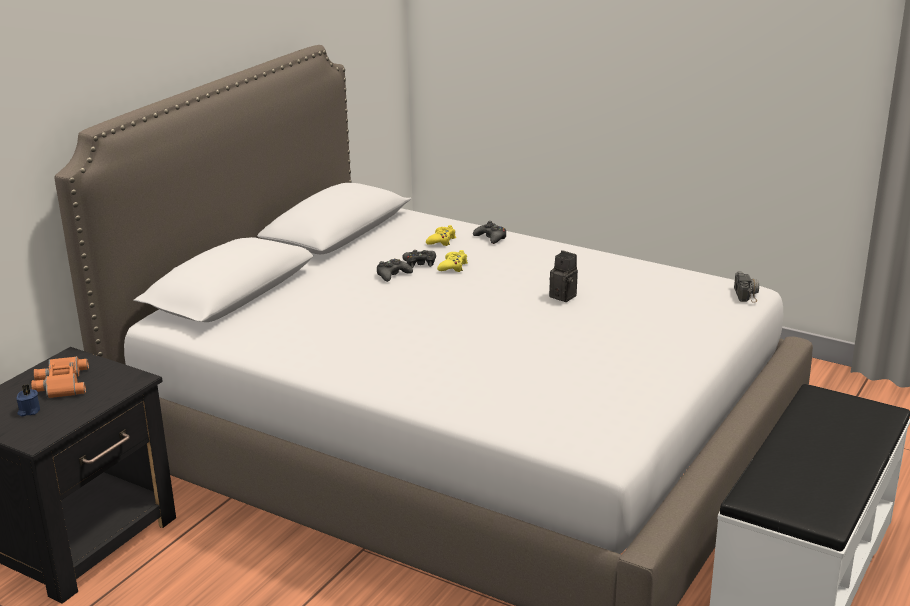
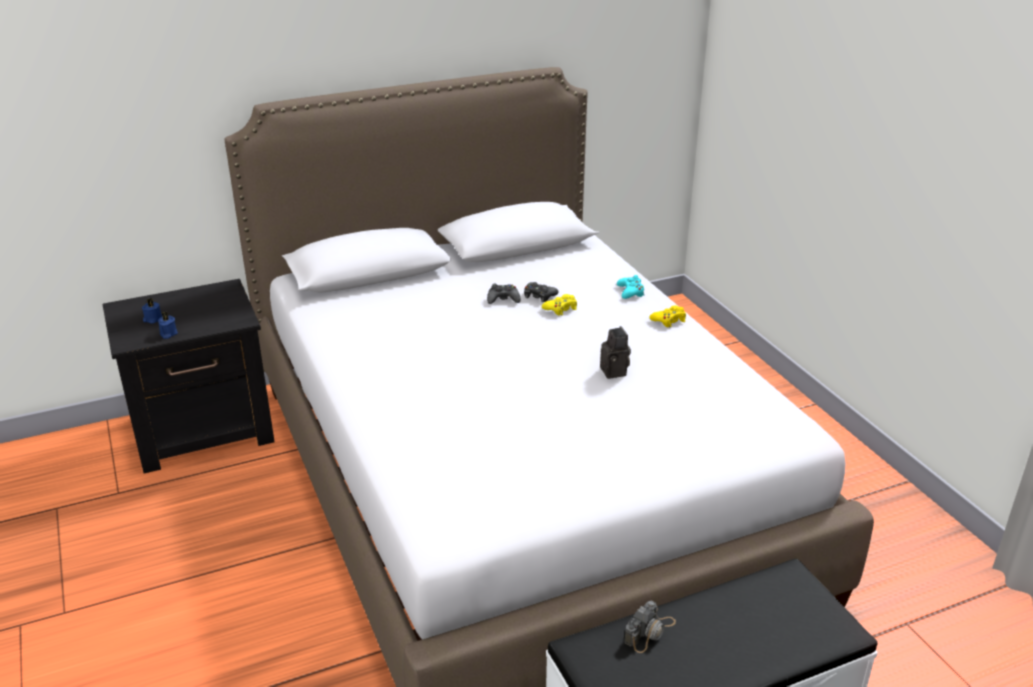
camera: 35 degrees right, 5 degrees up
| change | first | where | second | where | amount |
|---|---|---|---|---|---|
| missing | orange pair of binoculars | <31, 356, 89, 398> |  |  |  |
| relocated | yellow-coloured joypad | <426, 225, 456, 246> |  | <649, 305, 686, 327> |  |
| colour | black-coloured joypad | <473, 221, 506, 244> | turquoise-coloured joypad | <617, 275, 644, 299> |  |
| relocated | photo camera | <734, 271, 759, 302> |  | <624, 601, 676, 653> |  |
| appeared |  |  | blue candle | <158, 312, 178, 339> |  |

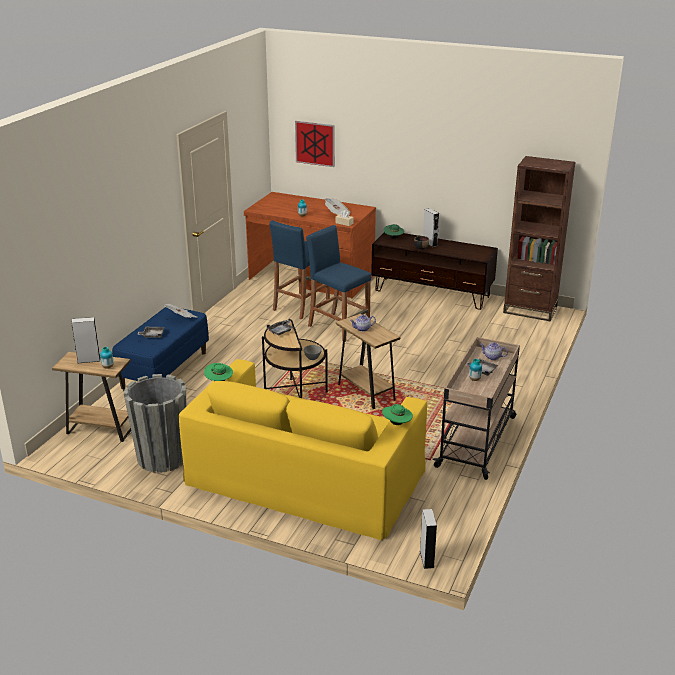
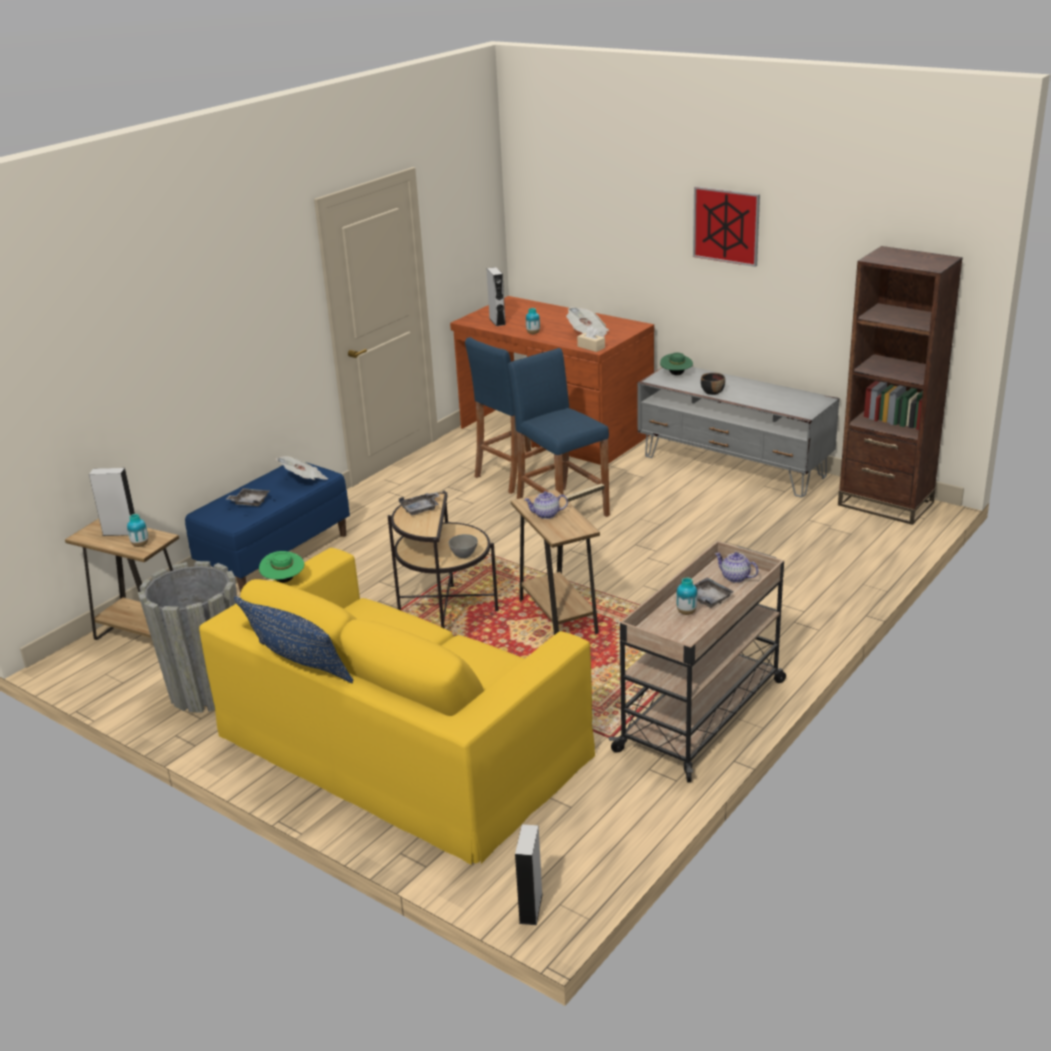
camera: 15 degrees right, 0 degrees up
| change | first | where | second | where | amount |
|---|---|---|---|---|---|
| relocated | wall picture | <295, 121, 335, 167> |  | <693, 186, 760, 267> |  |
| colour | brown-coloured tv stand | <371, 233, 498, 310> | gray tv stand | <637, 367, 839, 498> |  |
| missing | green wearable hat | <382, 404, 413, 425> |  |  |  |
| relocated | gray speaker | <423, 208, 439, 247> |  | <486, 267, 506, 326> |  |
| appeared |  |  | blue pillow | <234, 596, 354, 683> |  |

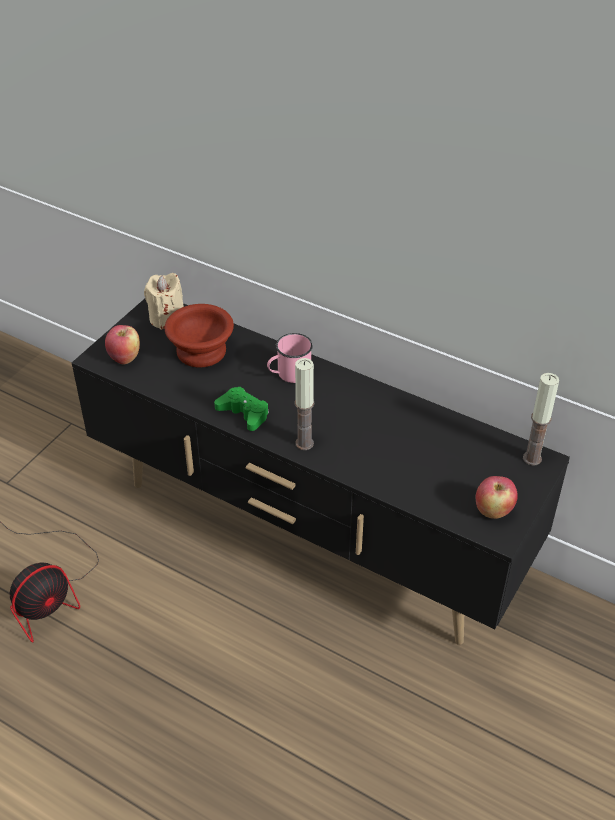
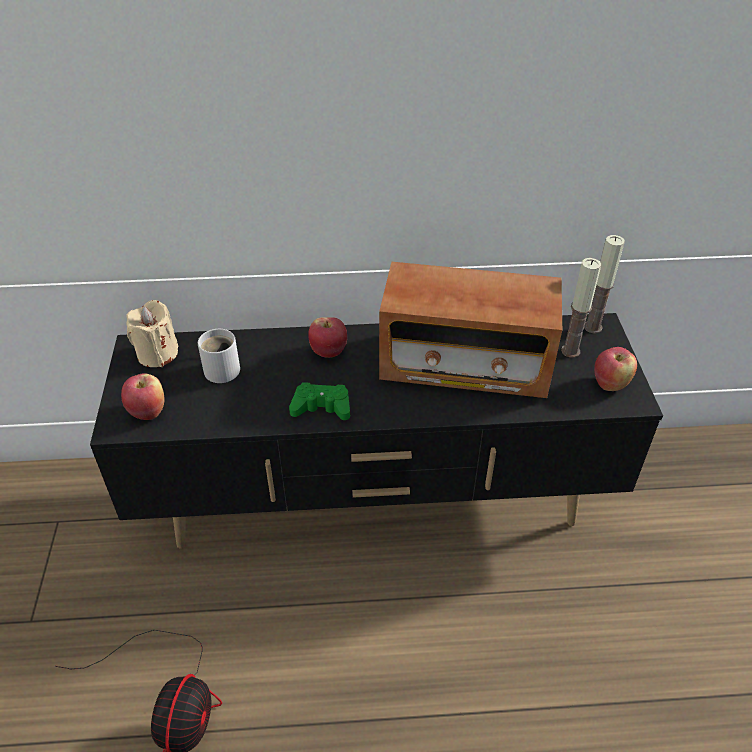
camera: 35 degrees left, 0 degrees up
| change | first | where | second | where | amount |
|---|---|---|---|---|---|
| exchanged | brown-coloured deep dish | <165, 304, 234, 367> | white-coloured mug | <198, 329, 240, 383> |  |
| exchanged | pink mug | <267, 333, 313, 383> | whole apple | <308, 317, 347, 358> |  |
| relocated | candle | <295, 358, 314, 450> |  | <561, 258, 601, 358> |  |
| appeared |  |  | radio set | <379, 262, 562, 398> |  |

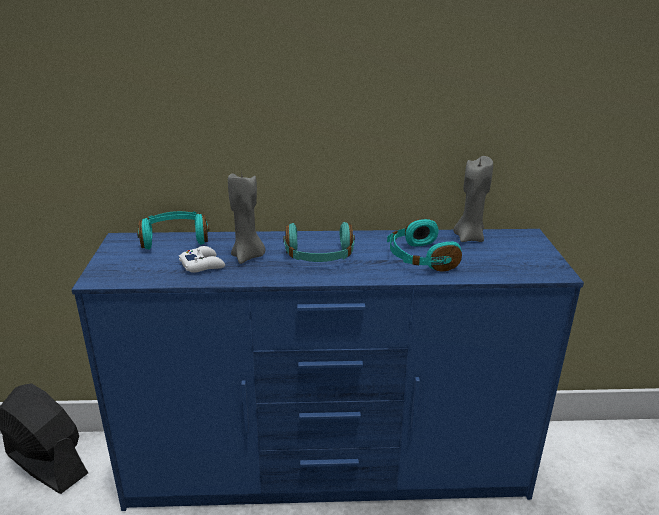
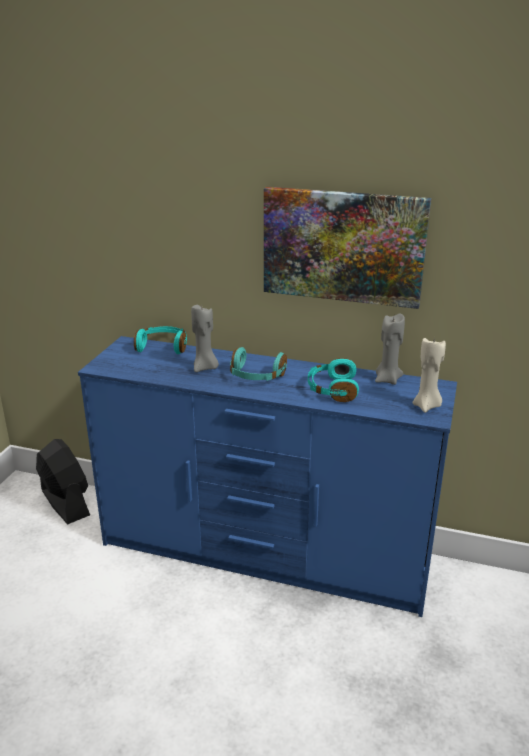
camera: 20 degrees right, 0 degrees up
| change | first | where | second | where | amount |
|---|---|---|---|---|---|
| missing | white-coloured joypad | <179, 246, 225, 273> |  |  |  |
| appeared |  |  | wall picture | <264, 187, 431, 309> |  |
| appeared |  |  | beige candle | <413, 337, 446, 413> |  |

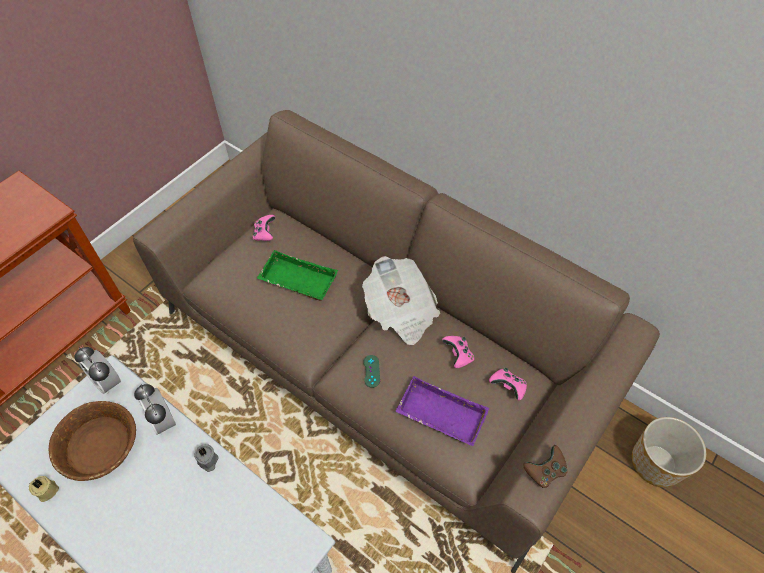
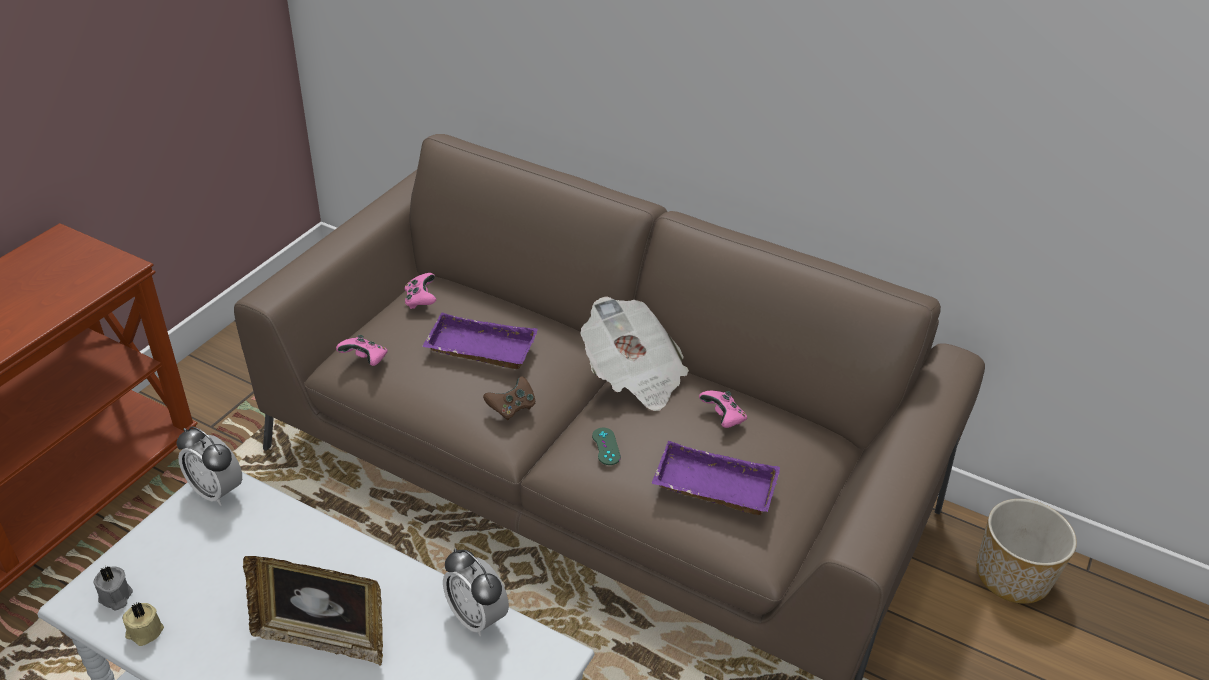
camera: 10 degrees left, 15 degrees down
| change | first | where | second | where | amount |
|---|---|---|---|---|---|
| missing | brown-coloured deep dish | <49, 401, 136, 481> |  |  |  |
| relocated | table clock | <134, 384, 176, 435> |  | <443, 548, 509, 636> |  |
| relocated | gray candle | <194, 444, 219, 472> |  | <93, 566, 133, 610> |  |
| colour | green carrying tray | <257, 250, 338, 301> | purple-coloured carrying tray | <422, 313, 538, 369> |  |
| relocated | pink joypad | <489, 368, 527, 400> |  | <336, 335, 388, 366> |  |
| relocated | brown-coloured joypad | <523, 445, 567, 488> |  | <483, 376, 535, 420> |  |
| appeared |  |  | photo frame | <243, 556, 383, 666> |  |

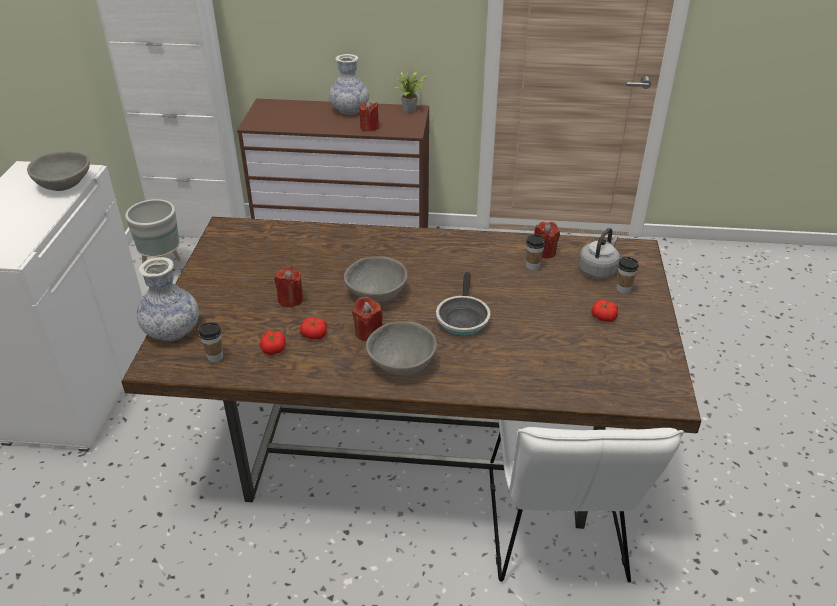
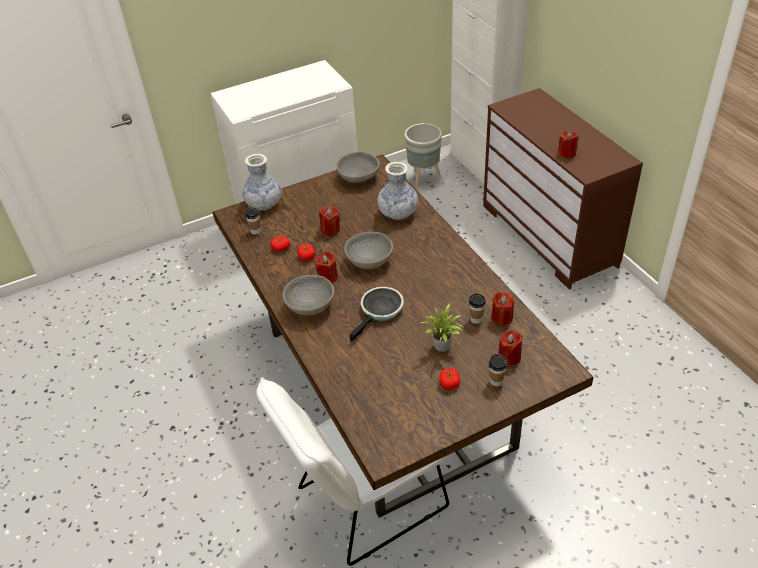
camera: 60 degrees right, 5 degrees up
| change | first | where | second | where | amount |
|---|---|---|---|---|---|
| relocated | gray deep dish | <27, 151, 90, 191> |  | <336, 152, 380, 183> |  |
| relocated | vase | <329, 54, 369, 115> |  | <377, 162, 418, 220> |  |
| relocated | potted plant | <395, 71, 428, 113> |  | <419, 303, 465, 352> |  |
| spun | frying pan | <436, 272, 490, 336> |  | <350, 287, 404, 342> | 150 degrees clockwise |
| exchanged | gray kettle | <579, 228, 620, 278> | red candle | <498, 330, 523, 365> |  |

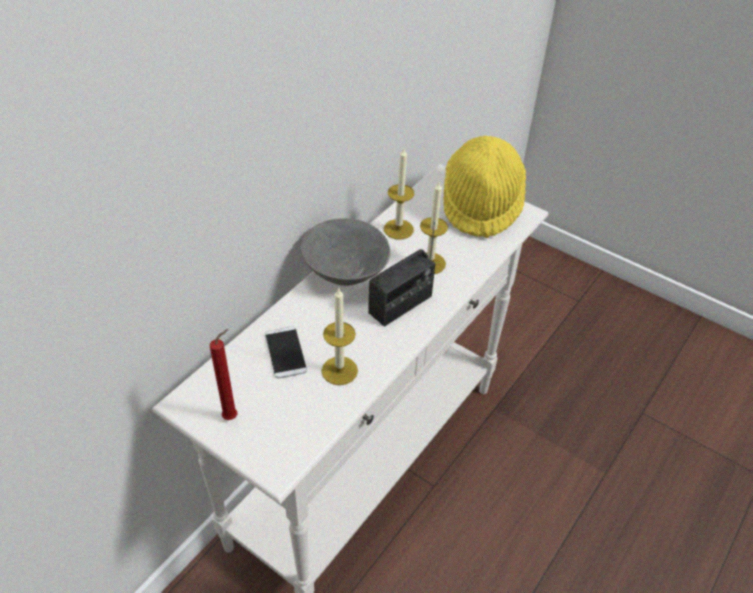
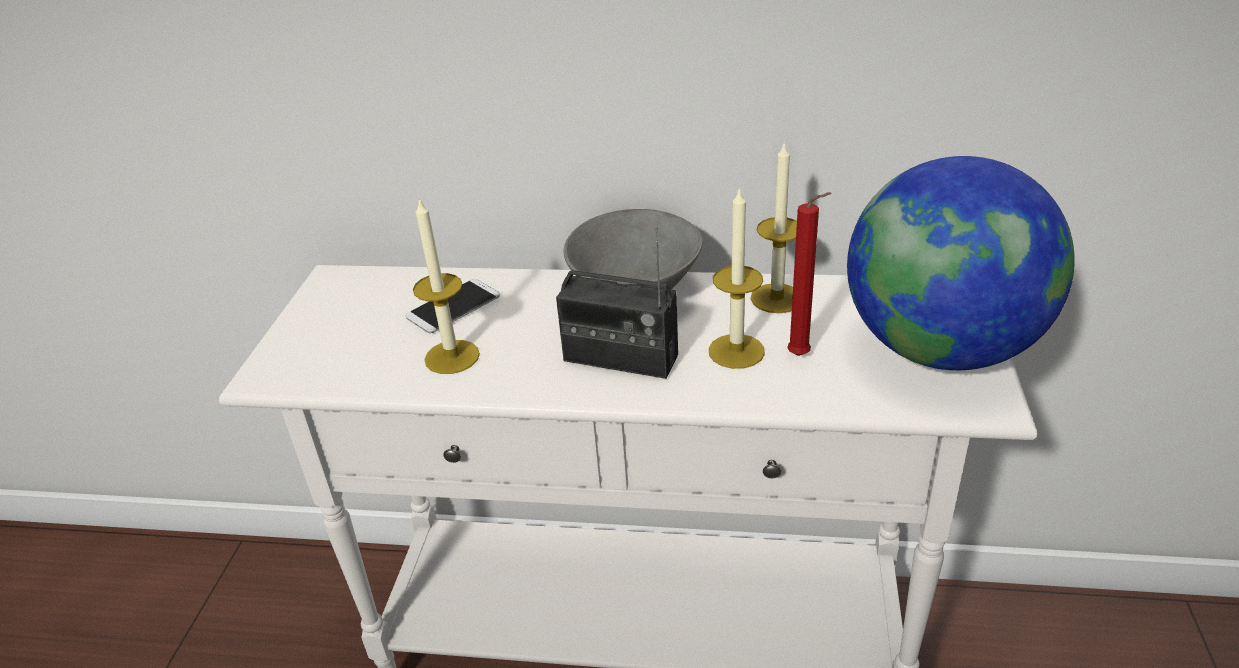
camera: 65 degrees right, 10 degrees down
| change | first | where | second | where | amount |
|---|---|---|---|---|---|
| relocated | red candle | <209, 329, 237, 420> |  | <787, 192, 831, 356> |  |
| exchanged | yellow-coloured wearable hat | <443, 136, 526, 238> | desk globe | <847, 156, 1075, 370> |  |

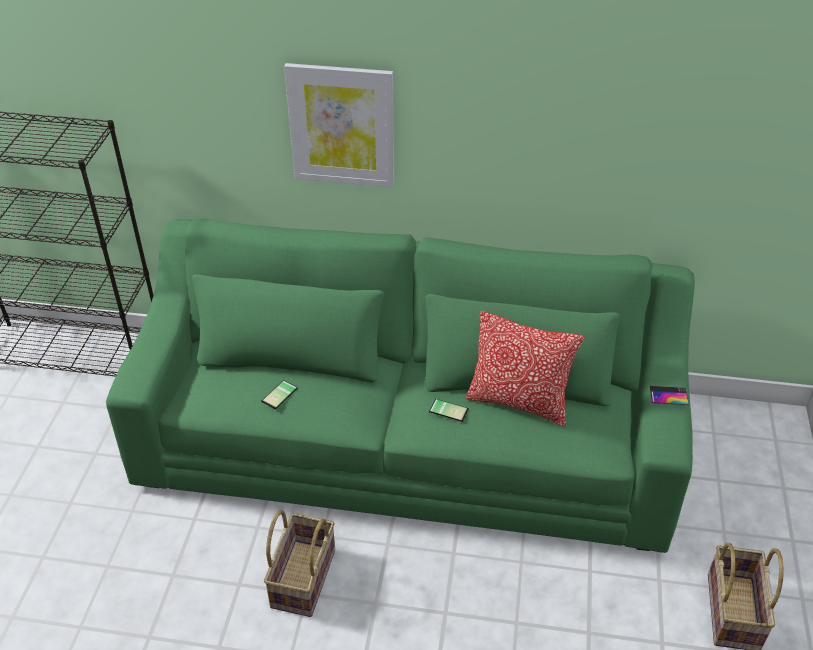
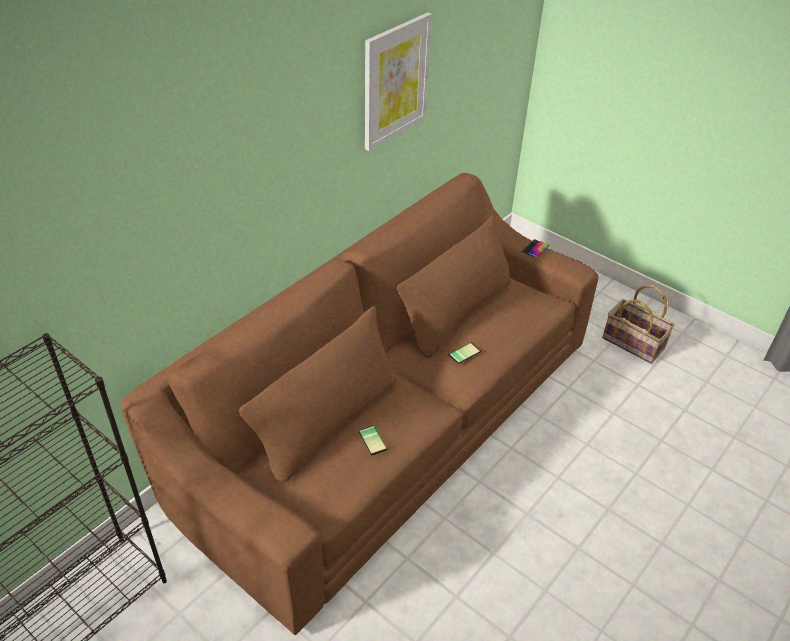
camera: 60 degrees left, 0 degrees up
| change | first | where | second | where | amount |
|---|---|---|---|---|---|
| colour | green couch | <106, 219, 695, 553> | brown-coloured couch | <121, 173, 598, 635> |  |
| missing | basket | <264, 510, 335, 617> |  |  |  |
| relocated | wall picture | <284, 63, 394, 187> |  | <365, 12, 432, 151> |  |
| missing | pillow | <466, 311, 585, 427> |  |  |  |

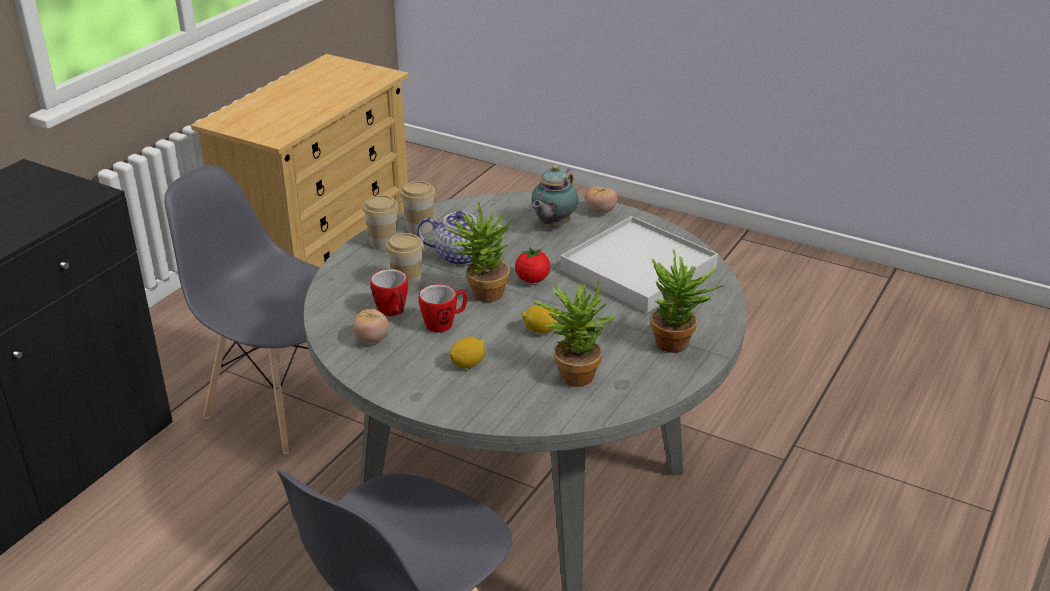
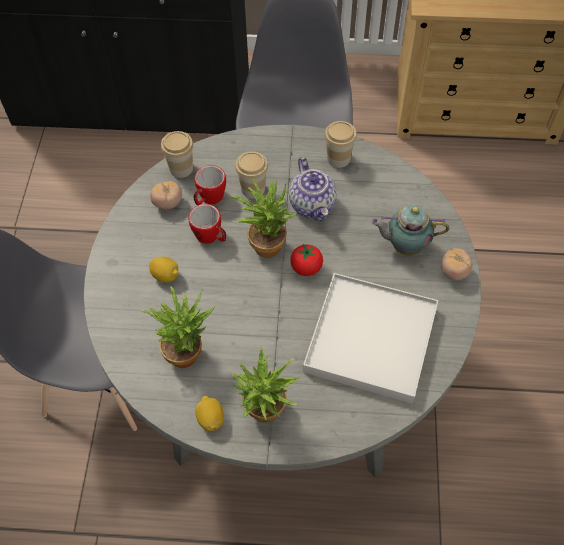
camera: 65 degrees right, 25 degrees up
| change | first | where | second | where | amount |
|---|---|---|---|---|---|
| relocated | cup | <363, 195, 399, 250> |  | <161, 131, 193, 178> |  |
| relocated | whole lemon | <522, 305, 558, 333> |  | <195, 396, 224, 431> |  |

